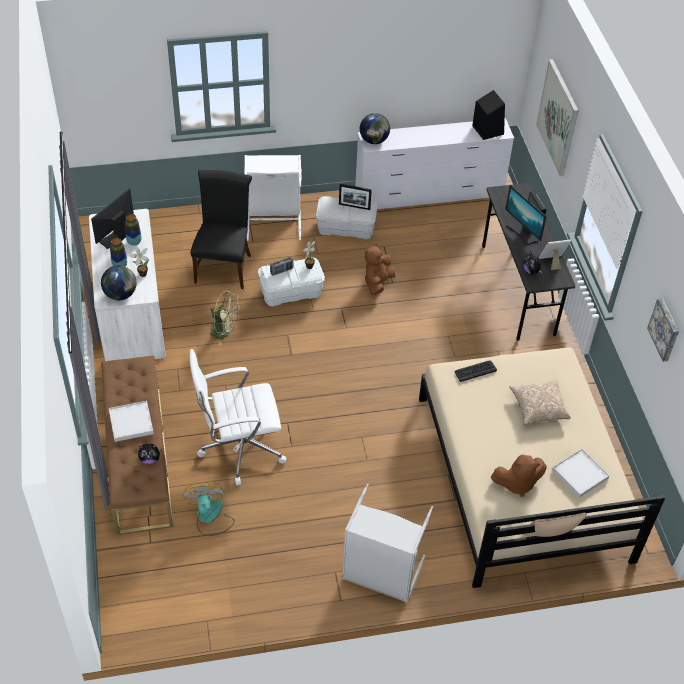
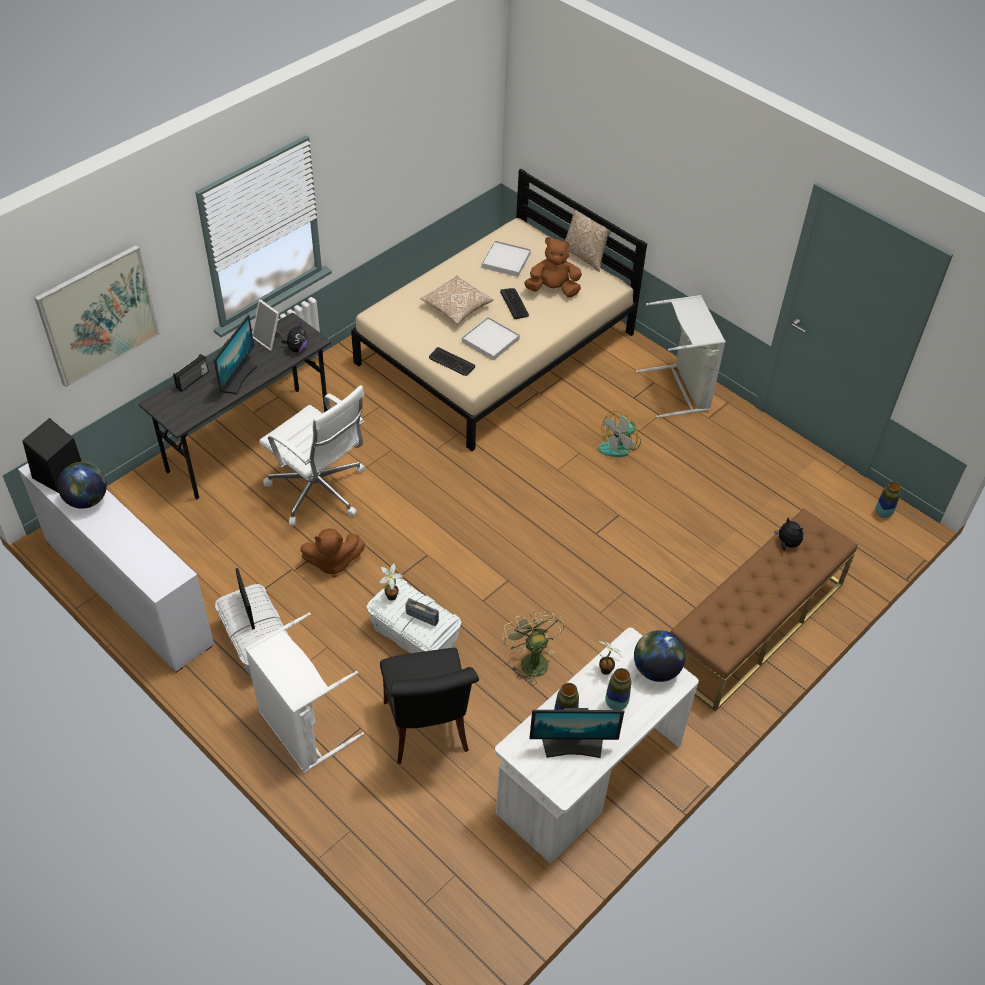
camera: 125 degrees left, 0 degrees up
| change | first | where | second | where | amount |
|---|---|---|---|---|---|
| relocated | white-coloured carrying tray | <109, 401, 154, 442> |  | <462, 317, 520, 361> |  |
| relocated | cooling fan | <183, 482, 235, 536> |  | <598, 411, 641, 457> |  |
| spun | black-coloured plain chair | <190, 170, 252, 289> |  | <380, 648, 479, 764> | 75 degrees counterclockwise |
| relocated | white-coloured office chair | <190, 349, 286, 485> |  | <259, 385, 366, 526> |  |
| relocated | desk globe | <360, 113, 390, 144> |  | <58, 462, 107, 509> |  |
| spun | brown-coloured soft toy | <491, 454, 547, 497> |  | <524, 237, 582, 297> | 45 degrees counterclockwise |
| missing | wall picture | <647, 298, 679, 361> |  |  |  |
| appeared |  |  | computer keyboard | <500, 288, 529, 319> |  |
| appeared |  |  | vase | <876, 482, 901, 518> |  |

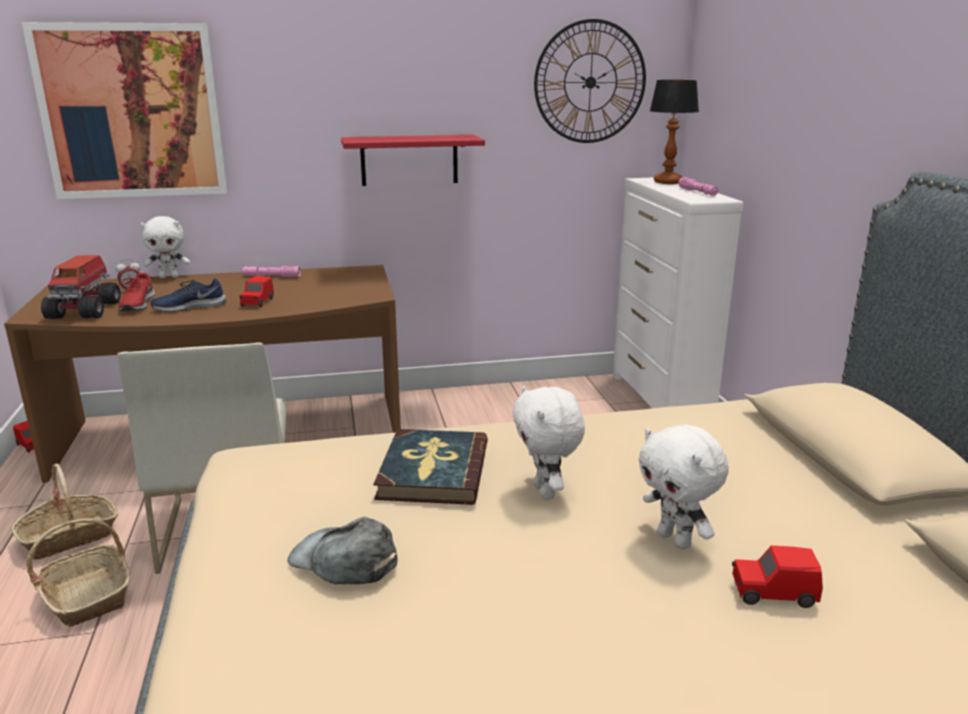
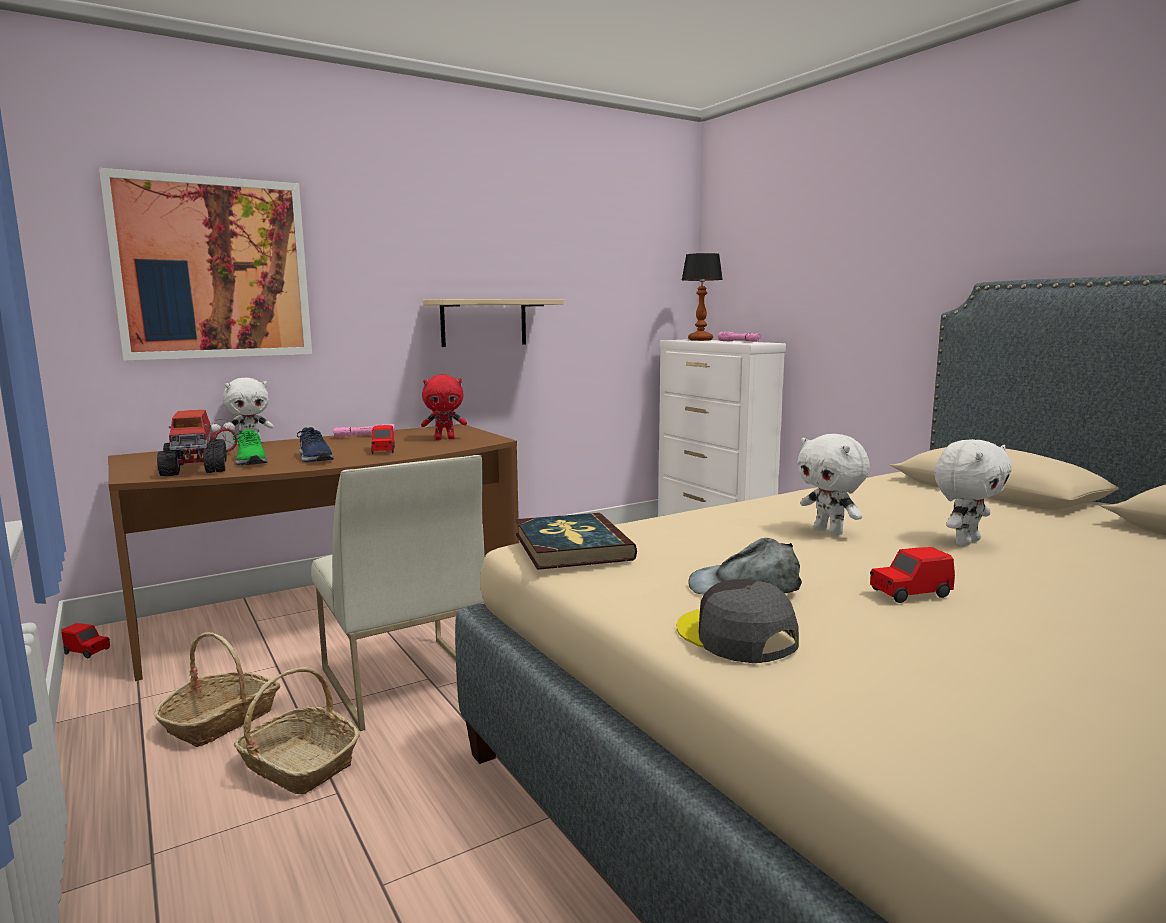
camera: 20 degrees left, 10 degrees down
| change | first | where | second | where | amount |
|---|---|---|---|---|---|
| colour | red item of footwear | <118, 273, 156, 311> | green item of footwear | <233, 429, 267, 465> |  |
| spun | blue item of footwear | <151, 279, 226, 312> |  | <297, 427, 334, 462> | 75 degrees counterclockwise |
| colour | red wall shelf | <341, 135, 485, 186> | beige wall shelf | <423, 299, 564, 347> |  |
| relocated | volume | <374, 429, 488, 505> |  | <515, 513, 637, 570> |  |
| missing | clock on the wall | <534, 19, 646, 143> |  |  |  |
| spun | white-coloured soft toy | <638, 424, 729, 550> |  | <934, 439, 1012, 546> | 75 degrees counterclockwise |
| relocated | red toy car | <732, 545, 823, 608> |  | <870, 547, 955, 603> |  |
| appeared |  |  | red soft toy | <421, 375, 467, 440> |  |
| appeared |  |  | gray cap | <677, 579, 799, 663> |  |

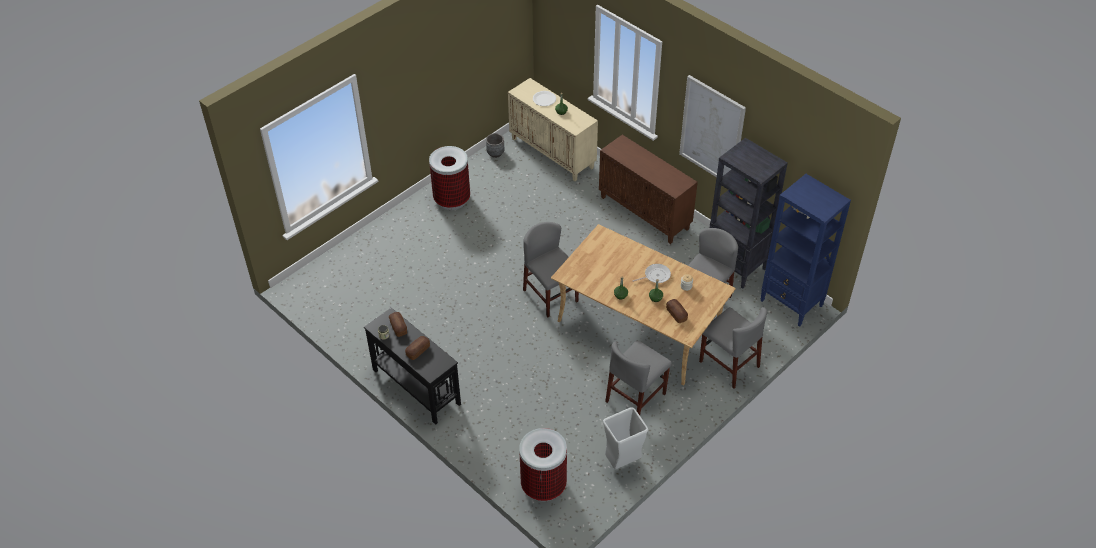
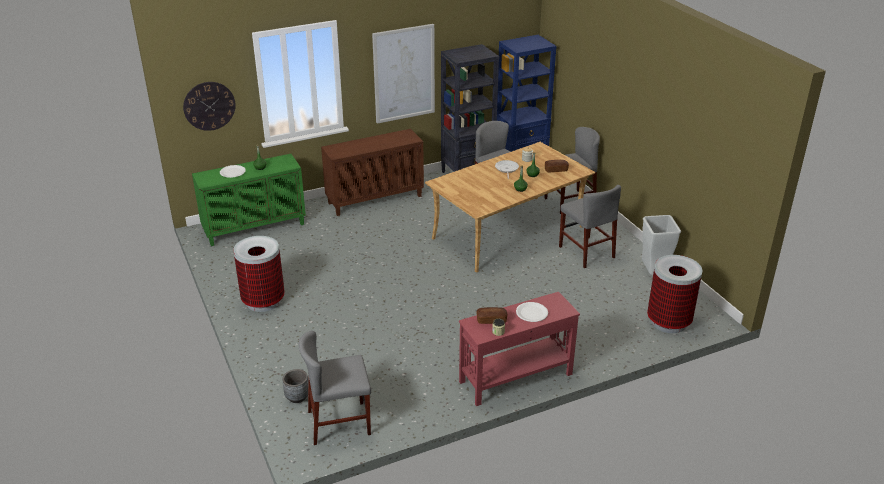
camera: 70 degrees left, 15 degrees down
| change | first | where | second | where | amount |
|---|---|---|---|---|---|
| colour | black-coloured hall table | <364, 307, 461, 425> | red hall table | <459, 292, 580, 406> |  |
| exchanged | baked bread | <405, 336, 430, 360> | white-coloured flat dish | <516, 302, 548, 322> |  |
| relocated | gray flower pot | <486, 133, 505, 158> |  | <282, 369, 308, 403> |  |
| colour | beige storage cabinet | <508, 78, 598, 181> | green storage cabinet | <192, 154, 306, 246> |  |
| relocated | gray plain chair | <523, 222, 579, 317> |  | <299, 331, 371, 445> |  |
| appeared |  |  | clock on the wall | <183, 82, 236, 131> |  |

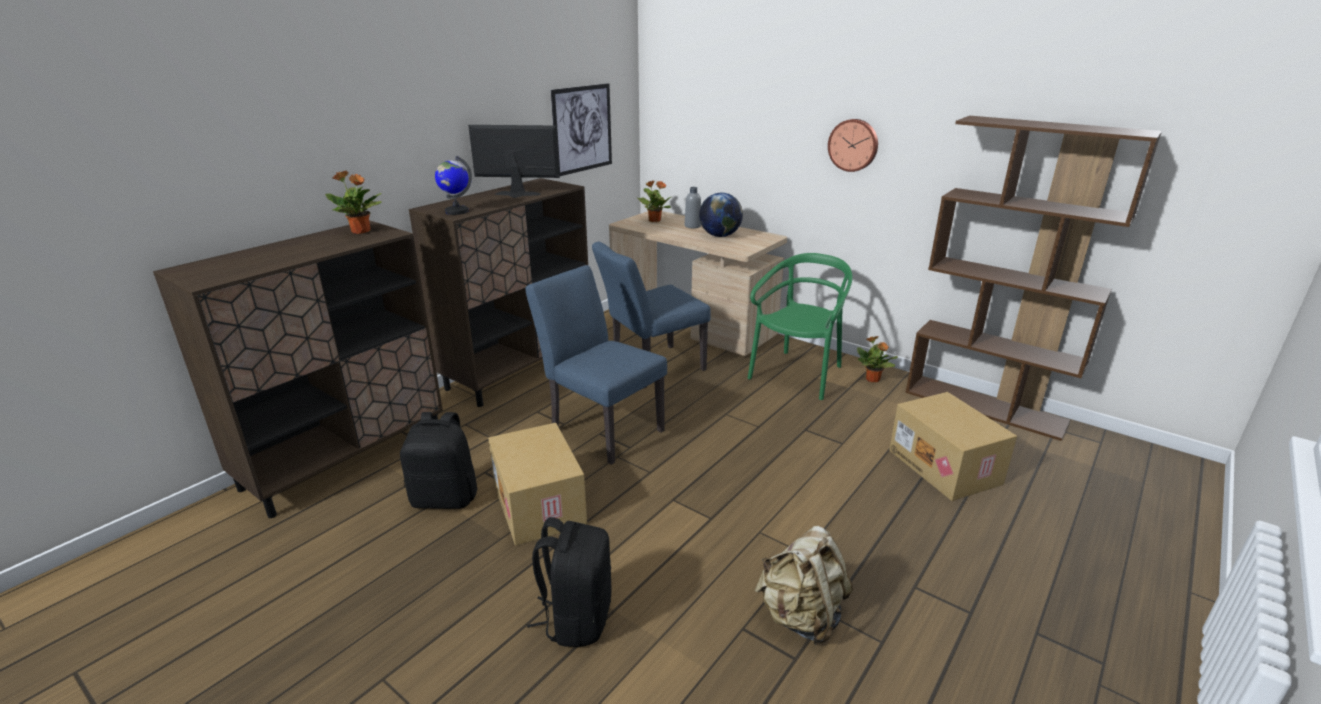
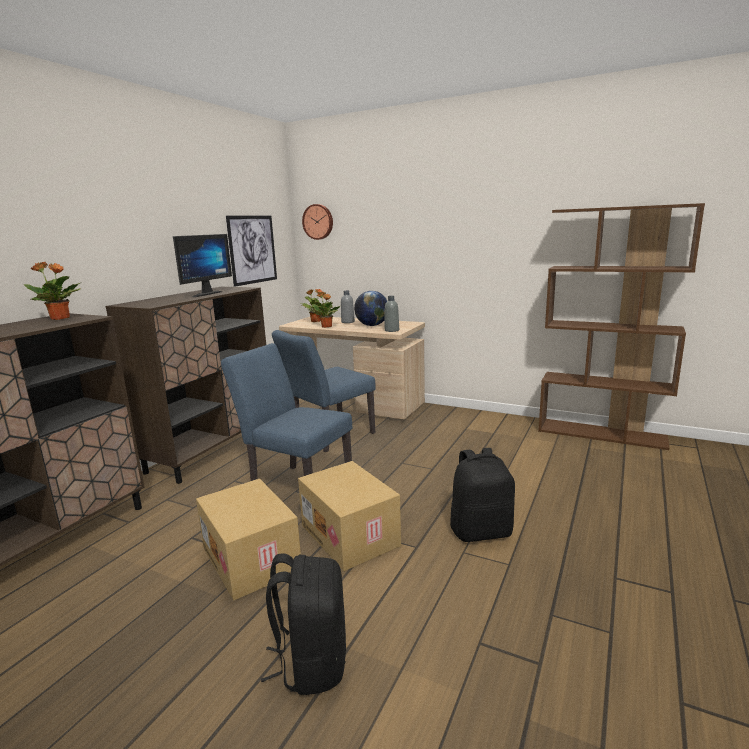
camera: 10 degrees left, 10 degrees down
| change | first | where | second | where | amount |
|---|---|---|---|---|---|
| relocated | black-coloured rucksack | <400, 412, 477, 509> |  | <450, 448, 515, 542> |  |
| missing | desk globe | <435, 156, 472, 215> |  |  |  |
| spun | computer screen | <468, 125, 560, 198> |  | <173, 234, 232, 297> | 120 degrees clockwise |
| missing | green plain chair | <748, 253, 853, 400> |  |  |  |
| missing | beige rucksack | <755, 526, 853, 645> |  |  |  |
| relocated | clock on the wall | <828, 119, 878, 172> |  | <302, 204, 333, 240> |  |
| relocated | potted plant | <857, 336, 898, 382> |  | <312, 292, 340, 328> |  |
| relocated | cardboard box | <889, 392, 1017, 501> |  | <298, 461, 401, 571> |  |
| appeared |  |  | gray beverage bottle | <385, 296, 399, 332> |  |

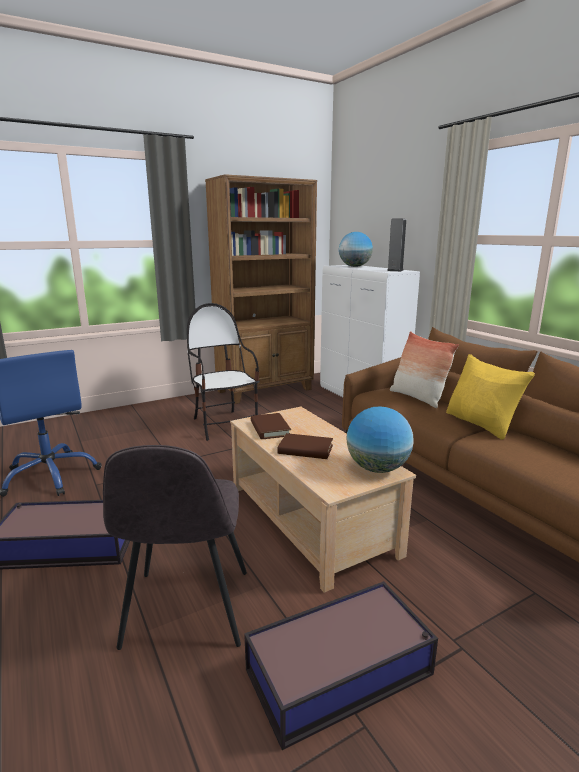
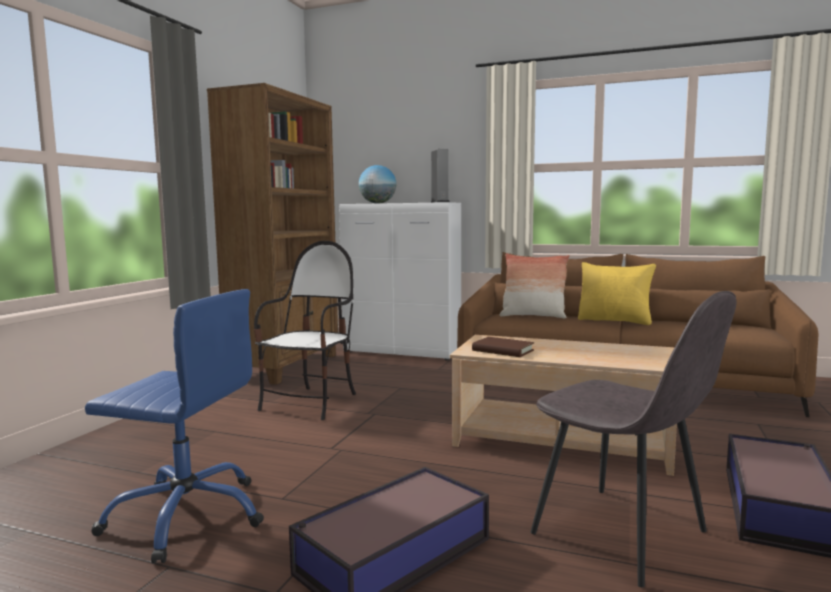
camera: 40 degrees left, 10 degrees down
| change | first | where | second | where | amount |
|---|---|---|---|---|---|
| spun | plain chair | <187, 303, 259, 441> |  | <254, 241, 356, 420> | 90 degrees clockwise |
| missing | brown-coloured volume | <277, 433, 333, 459> |  |  |  |
| missing | desk globe | <346, 406, 414, 473> |  |  |  |

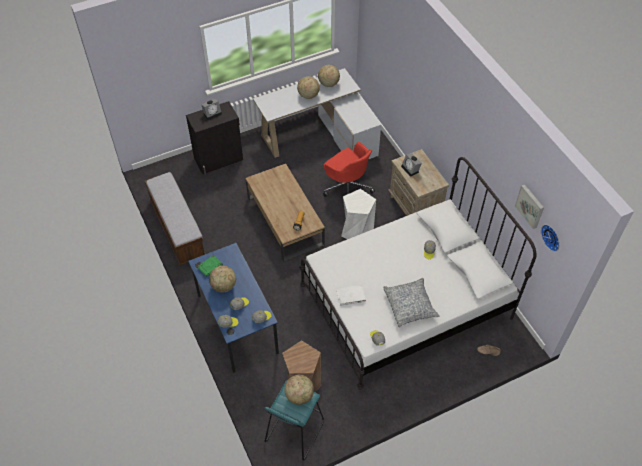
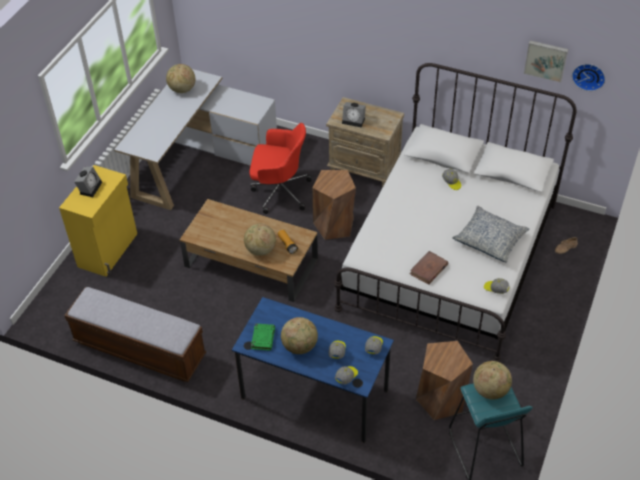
camera: 40 degrees left, 5 degrees down
| change | first | where | second | where | amount |
|---|---|---|---|---|---|
| colour | black-coloured storage cabinet | <186, 101, 243, 174> | yellow-coloured storage cabinet | <59, 165, 137, 276> |  |
| relocated | desk globe | <297, 76, 320, 99> |  | <244, 224, 276, 256> |  |
| colour | white-coloured volume | <336, 285, 366, 306> | brown-coloured volume | <409, 251, 448, 285> |  |
| colour | white-coloured sitting stool | <341, 189, 376, 239> | brown-coloured sitting stool | <313, 170, 356, 240> |  |

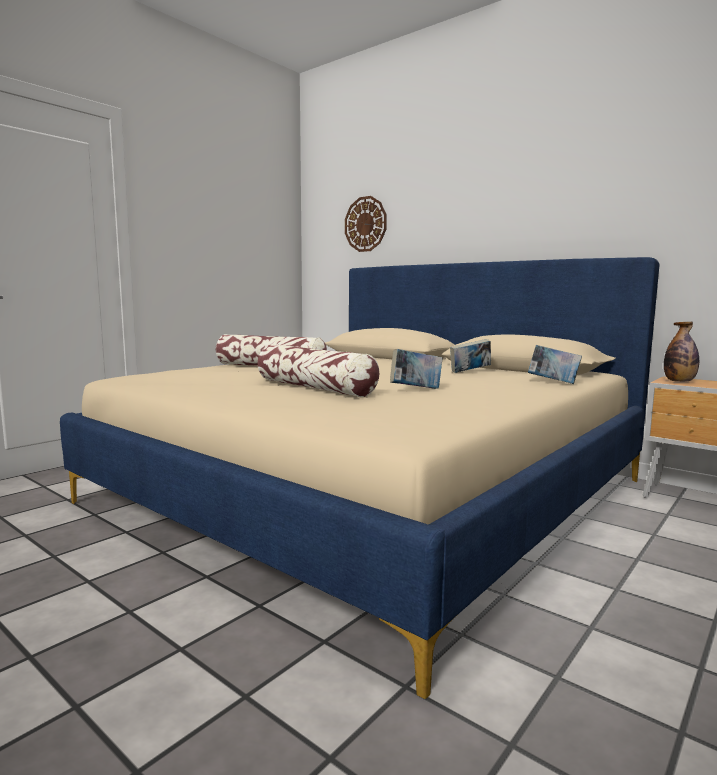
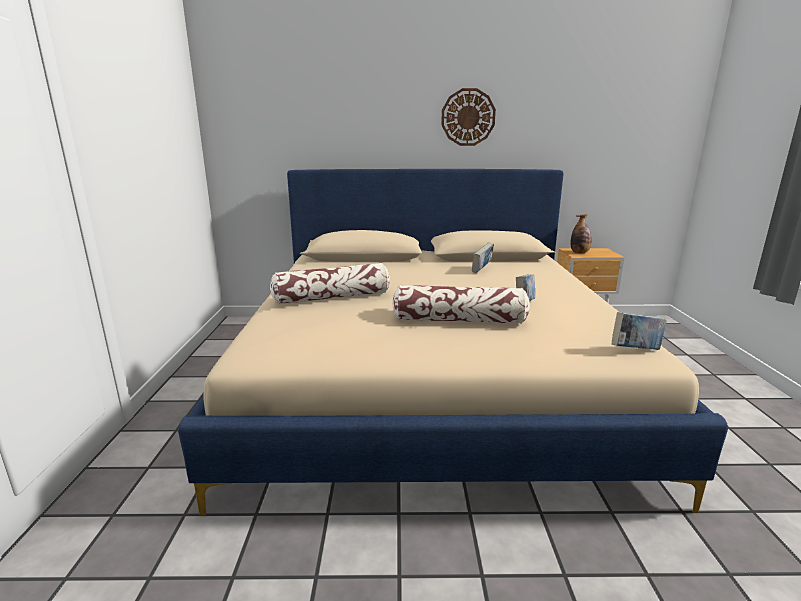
camera: 40 degrees left, 10 degrees up
| change | first | where | second | where | amount |
|---|---|---|---|---|---|
| relocated | clock on the wall | <345, 196, 387, 252> |  | <441, 88, 496, 146> |  |
| relocated | volume | <528, 345, 582, 384> |  | <612, 312, 667, 350> |  |

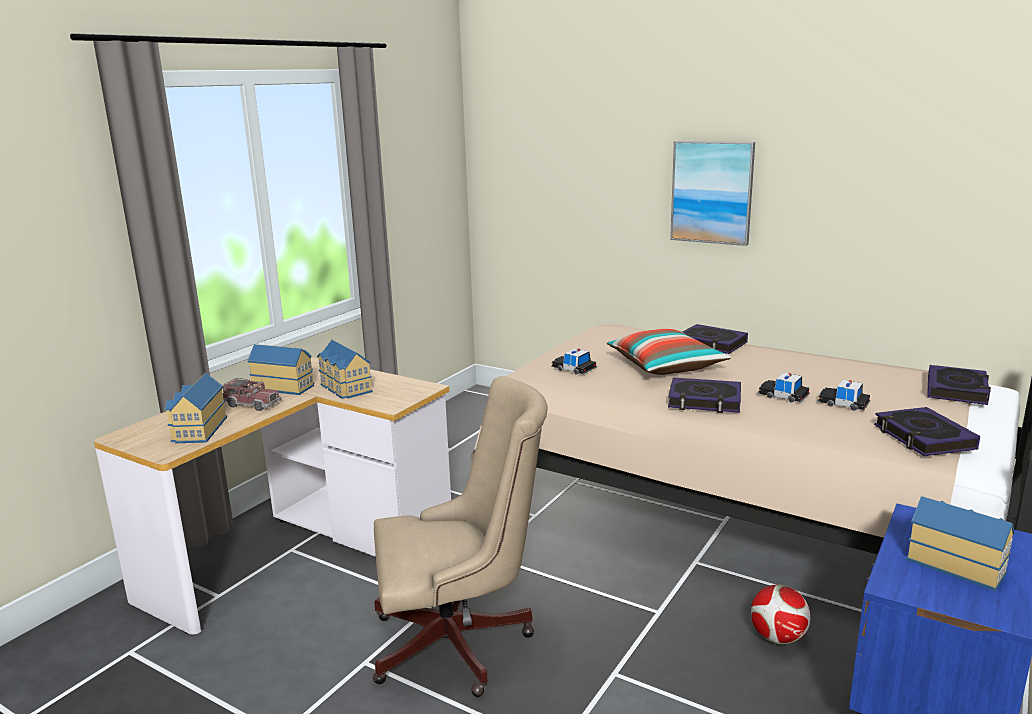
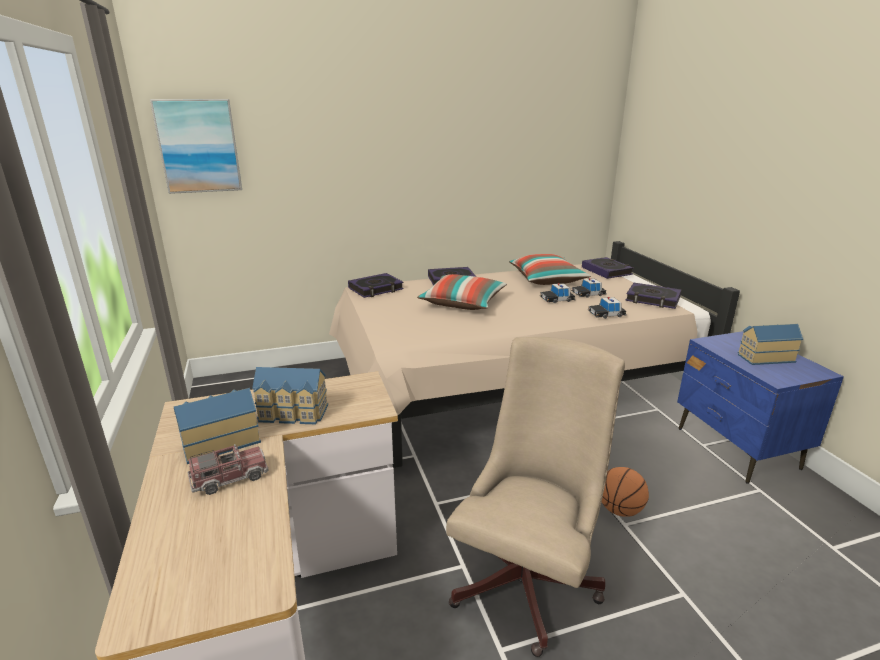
camera: 50 degrees left, 5 degrees up
| change | first | where | second | where | amount |
|---|---|---|---|---|---|
| missing | toy house | <165, 373, 227, 443> |  |  |  |
| relocated | toy car | <551, 348, 597, 375> |  | <588, 297, 626, 319> |  |
| relocated | volume | <668, 377, 741, 413> |  | <348, 273, 404, 298> |  |
| relocated | wall picture | <670, 141, 755, 246> |  | <150, 99, 242, 194> |  |
| missing | football ball | <751, 584, 811, 645> |  |  |  |
| appeared |  |  | pillow | <509, 254, 591, 285> |  |
| appeared |  |  | basketball | <602, 467, 649, 517> |  |

